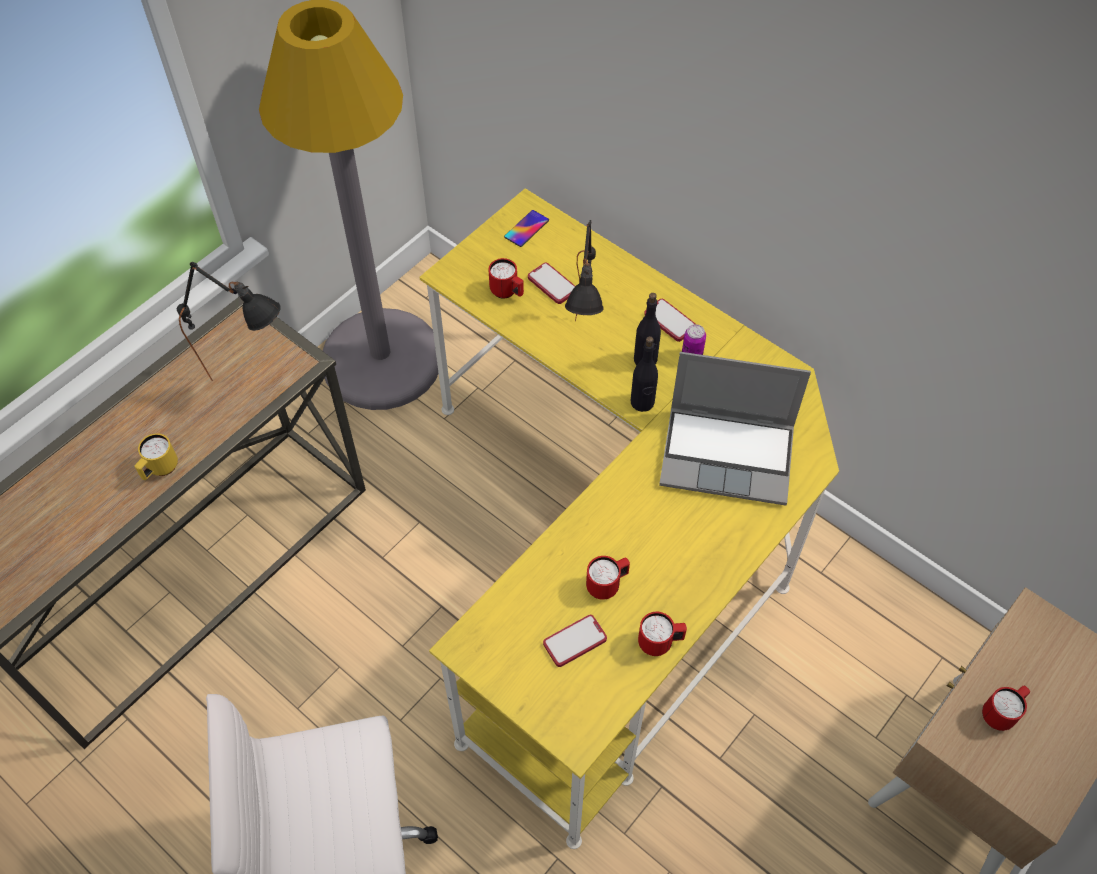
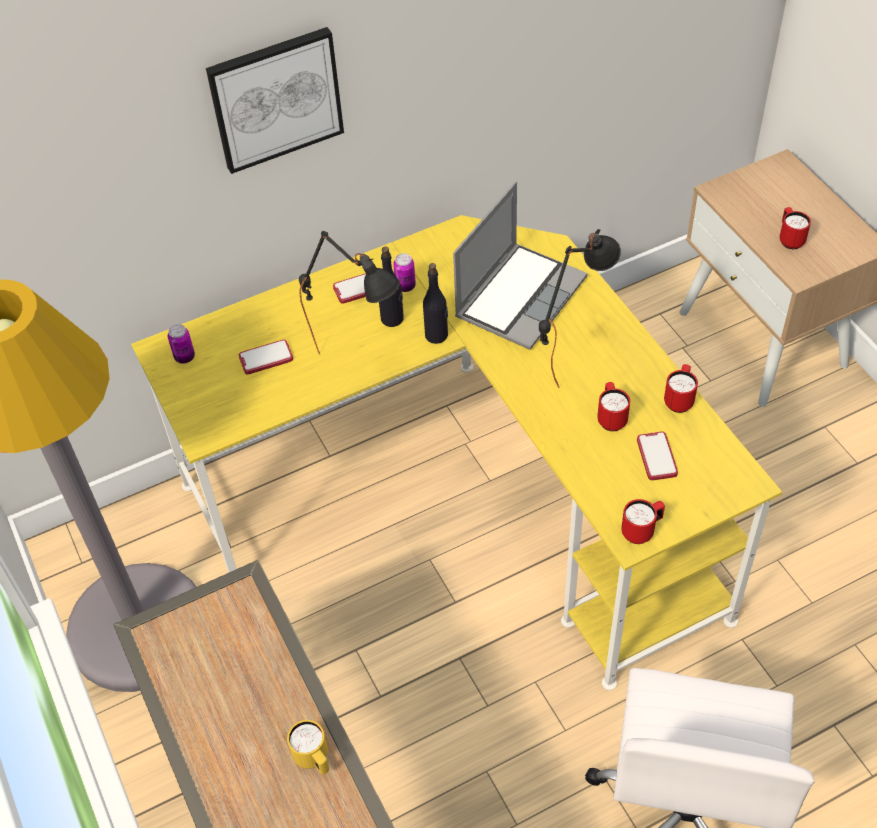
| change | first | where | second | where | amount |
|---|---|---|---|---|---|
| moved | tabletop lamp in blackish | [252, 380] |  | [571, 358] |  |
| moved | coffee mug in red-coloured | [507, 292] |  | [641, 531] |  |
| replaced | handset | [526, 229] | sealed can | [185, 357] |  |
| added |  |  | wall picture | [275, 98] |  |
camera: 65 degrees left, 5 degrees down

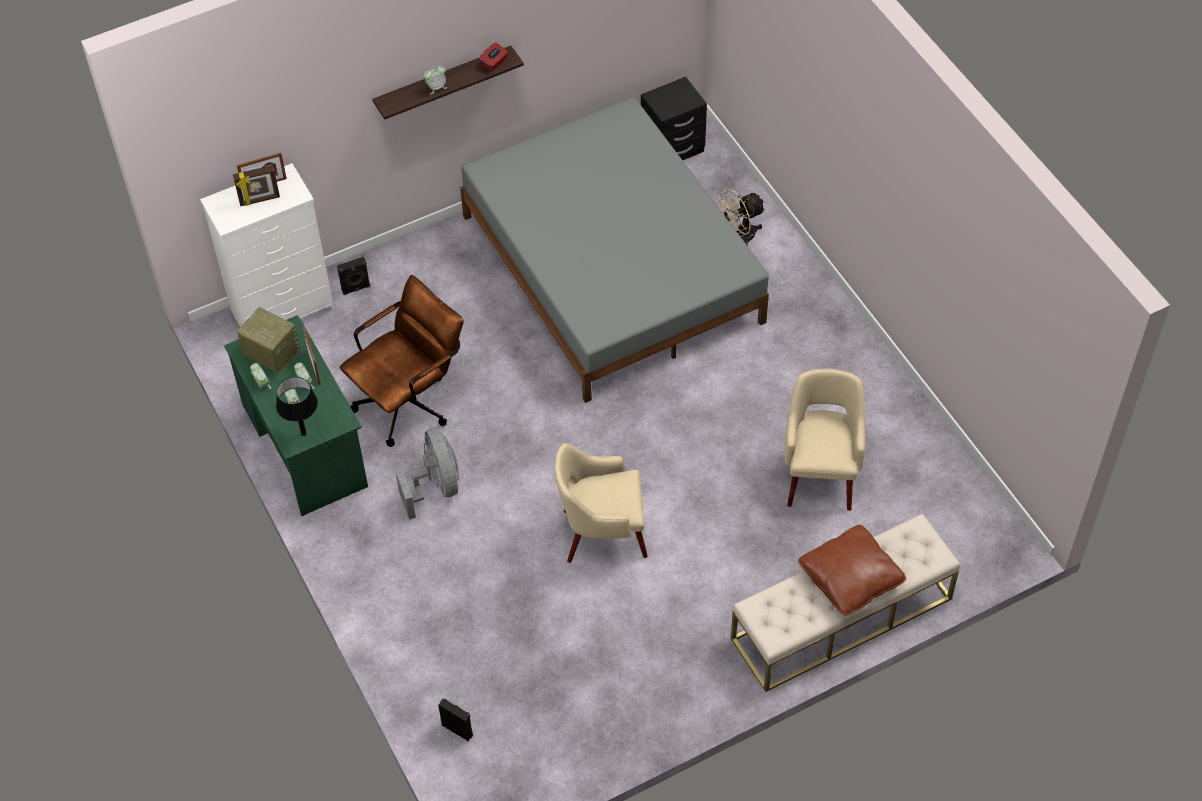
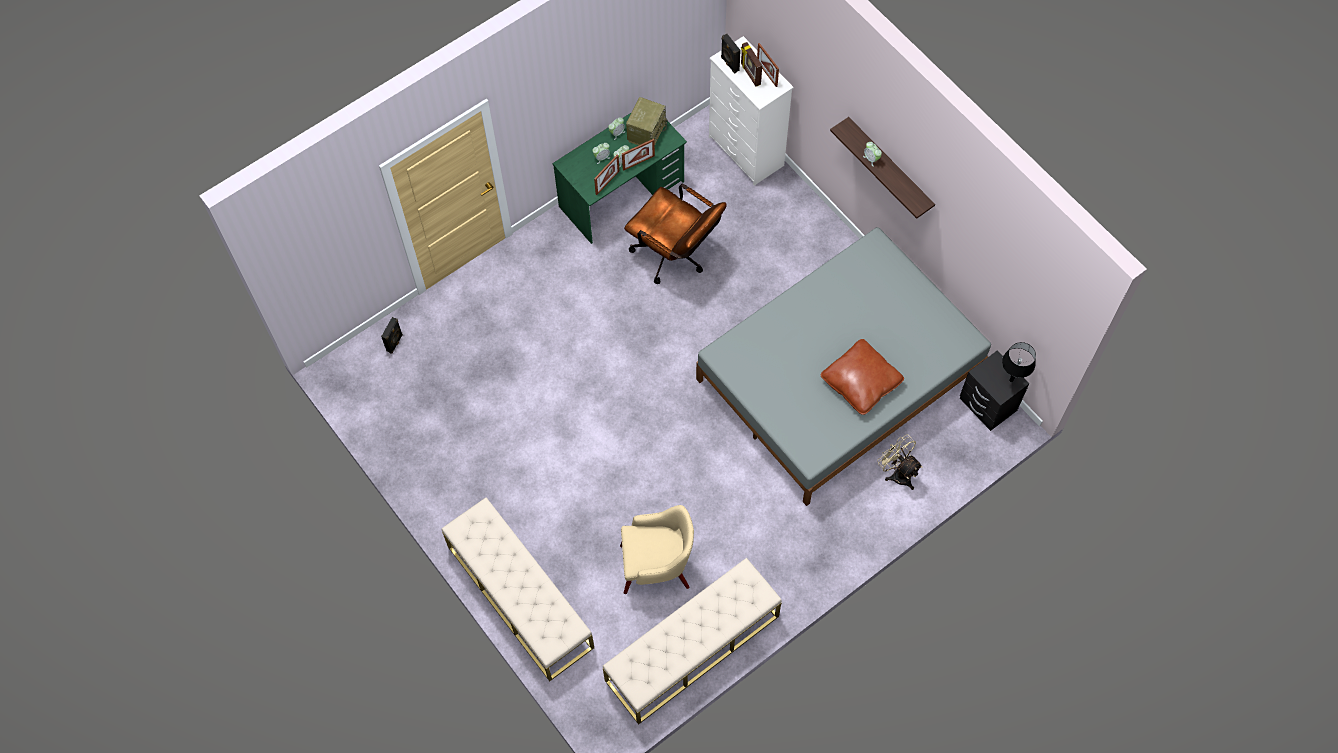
| change | first | where | second | where | amount |
|---|---|---|---|---|---|
| moved | tabletop lamp in blackish | [304, 433] |  | [1011, 380] |  |
| moved | speaker in blackish | [356, 289] |  | [729, 64] |  |
| removed | fan in greyish | [435, 486] |  |  |  |
| removed | box of tissues in red-coloured | [494, 63] |  |  |  |
| removed | easy chair in beige-coloured | [601, 533] |  |  |  |
| moved | throw pillow in brown | [850, 578] |  | [860, 382] |  |
| added |  |  | standing frame | [607, 182] |  |
| added |  |  | bench in beige-coloured | [692, 648] |  |
camera: 80 degrees right, 10 degrees up

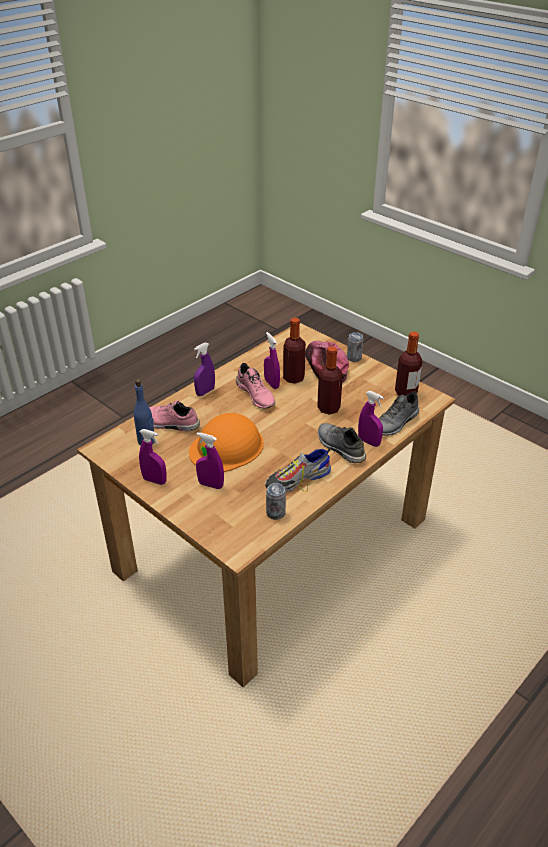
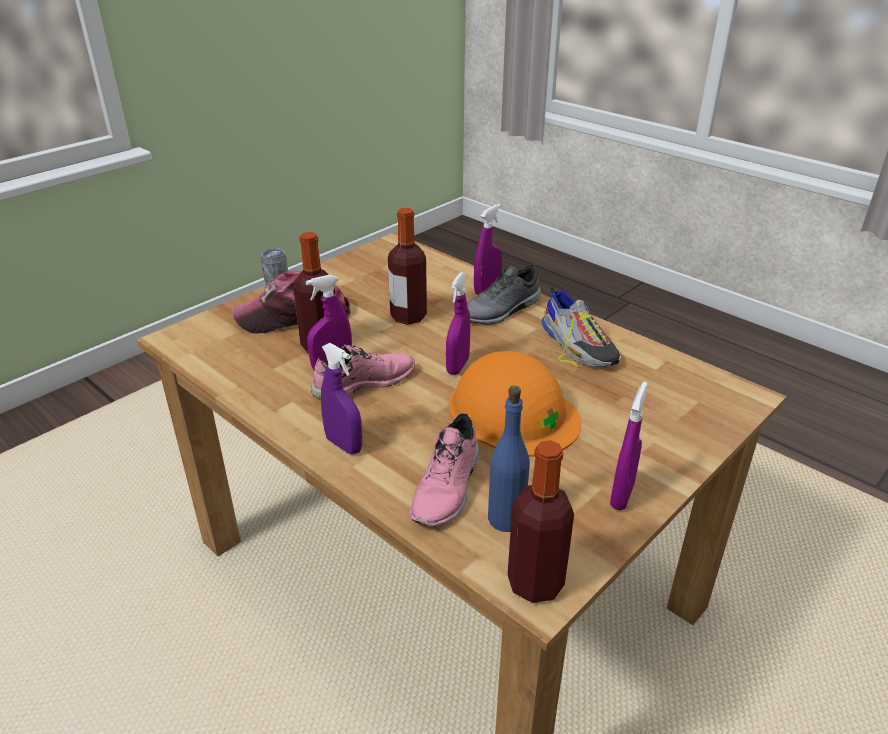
| change | first | where | second | where | amount |
|---|---|---|---|---|---|
| moved | hand sprayer in purple-coloured | [211, 485] |  | [457, 366] |  |
| removed | sealed can | [275, 513] |  |  |  |
| removed | shoe in greyish | [396, 423] |  |  |  |
| moved | drink bottle | [406, 393] |  | [535, 583] |  |
camera: 90 degrees left, 5 degrees down

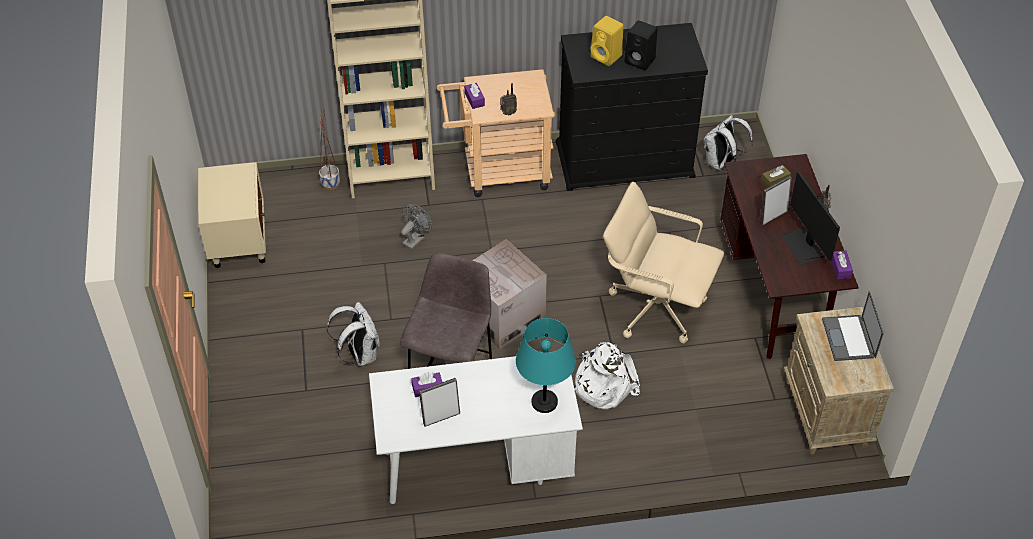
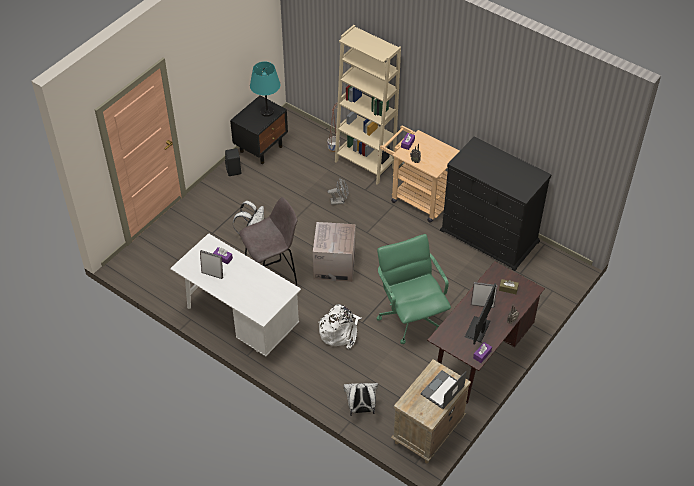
| change | first | where | second | where | amount |
|---|---|---|---|---|---|
| recoloured | bedside table in beige-coloured | [239, 244] | bedside table in blackish | [261, 148] |  |
| moved | tabletop lamp in turquoise-coloured | [544, 402] |  | [267, 112] |  |
| removed | speaker in yellow | [607, 56] |  |  |  |
| recoloured | desk chair in beige-coloured | [655, 307] | desk chair in green-coloured | [410, 317] |  |
| moved | speaker in blackish | [641, 61] |  | [234, 171] |  |
| moved | knapsack in white | [721, 163] |  | [361, 409] |  |
camera: 45 degrees right, 0 degrees up

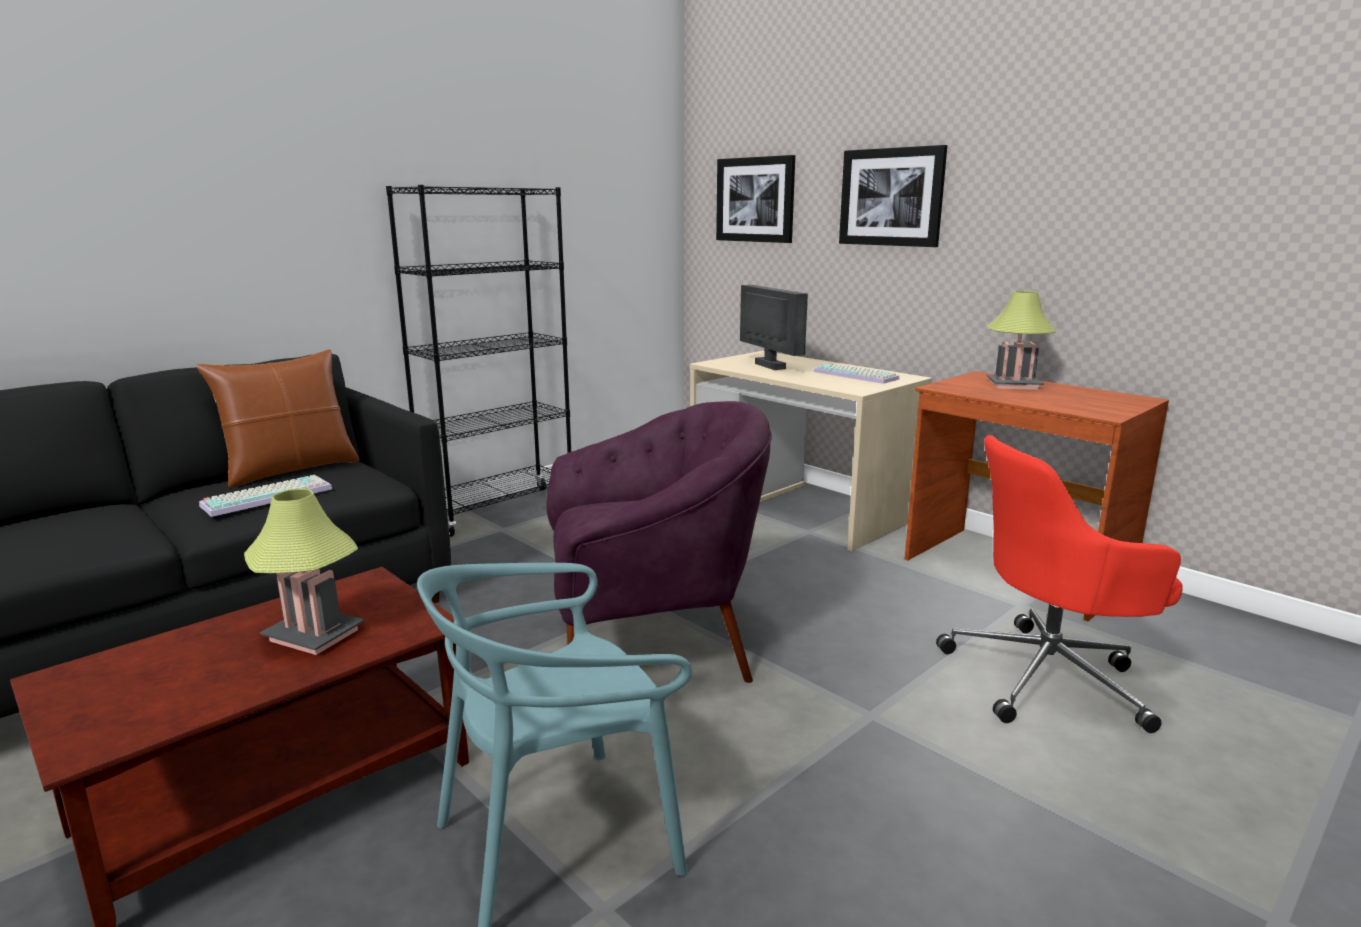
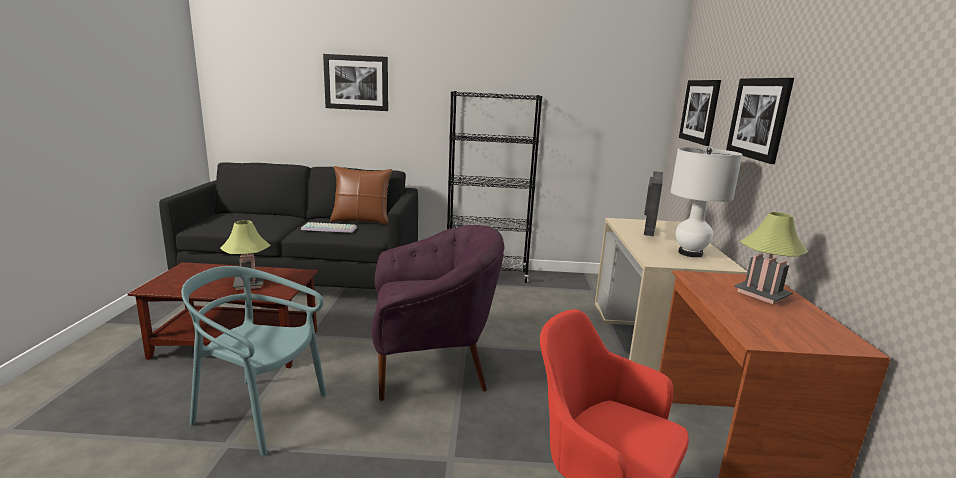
| change | first | where | second | where | amount |
|---|---|---|---|---|---|
| turned | easy chair in purple-coloured | [651, 642] |  | [430, 363] | 45 degrees counterclockwise |
| replaced | PC keyboard | [857, 375] | tabletop lamp in white | [690, 253] |  |
| added |  |  | wall picture | [356, 82] |  |
camera: 45 degrees right, 0 degrees up

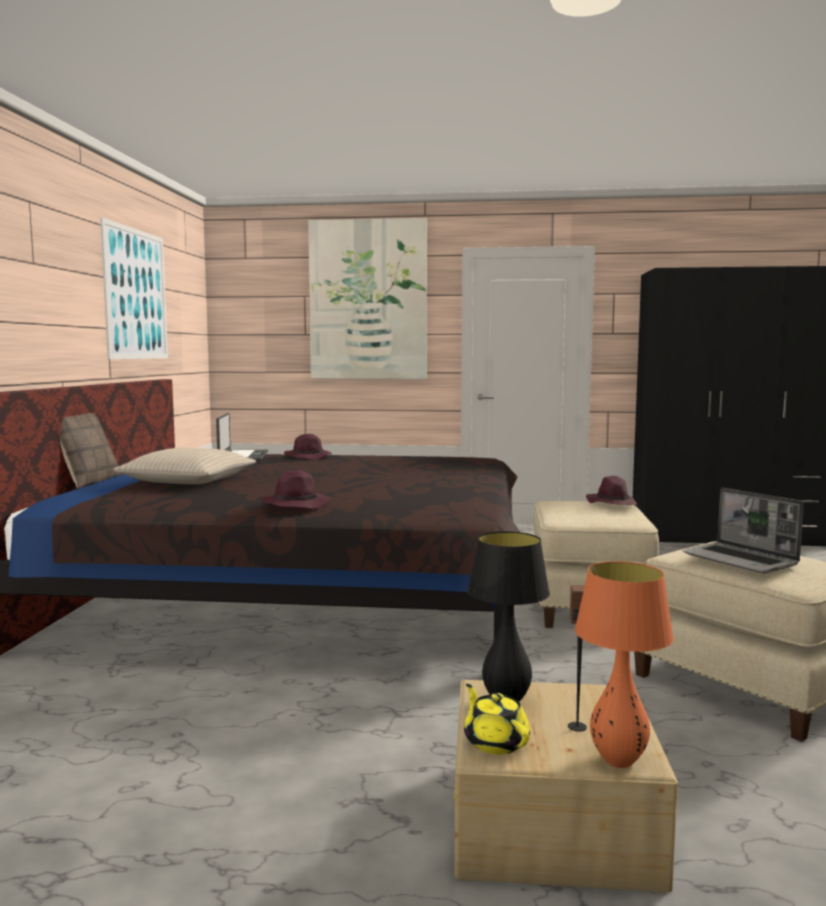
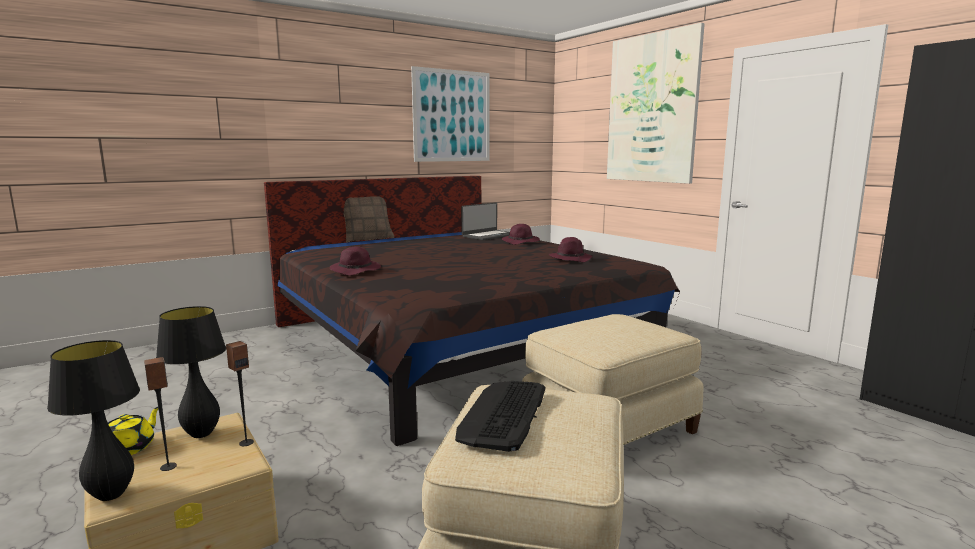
| change | first | where | second | where | amount |
|---|---|---|---|---|---|
| removed | throw pillow in beige-coloured | [188, 481] |  |  |  |
| recoloured | tabletop lamp in orange | [618, 761] | tabletop lamp in blackish | [110, 495] |  |
| moved | hat in purple-coloured | [611, 503] |  | [570, 259] |  |
| replaced | portable computer | [741, 560] | PC keyboard | [503, 414] |  |
| added |  |  | speaker | [246, 442] |  |
camera: 50 degrees right, 5 degrees up

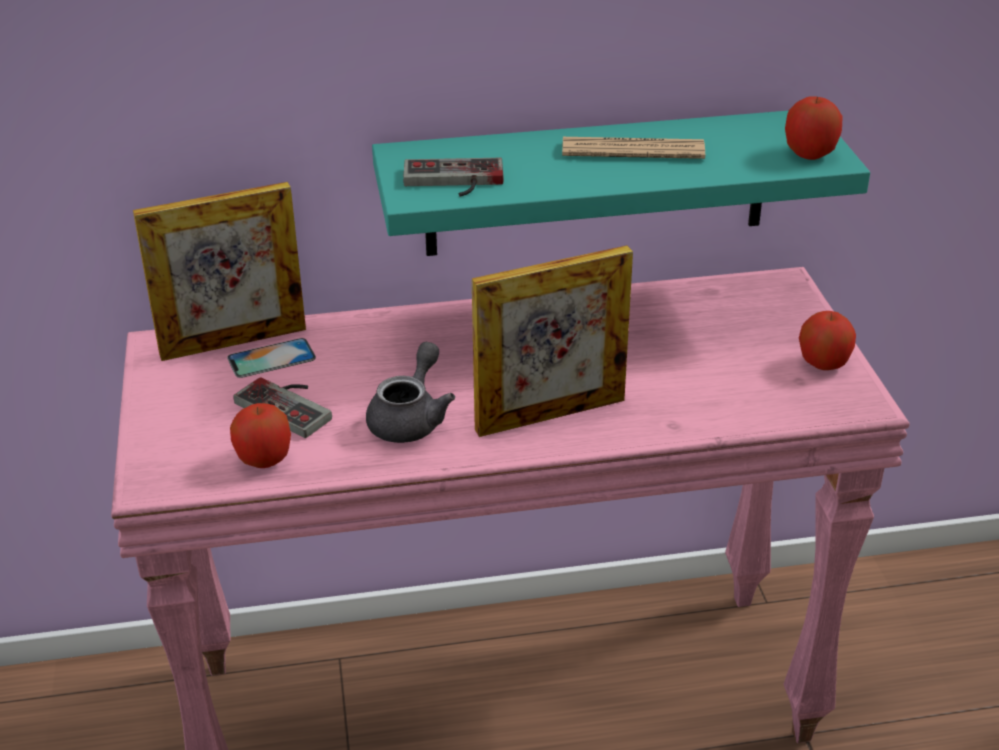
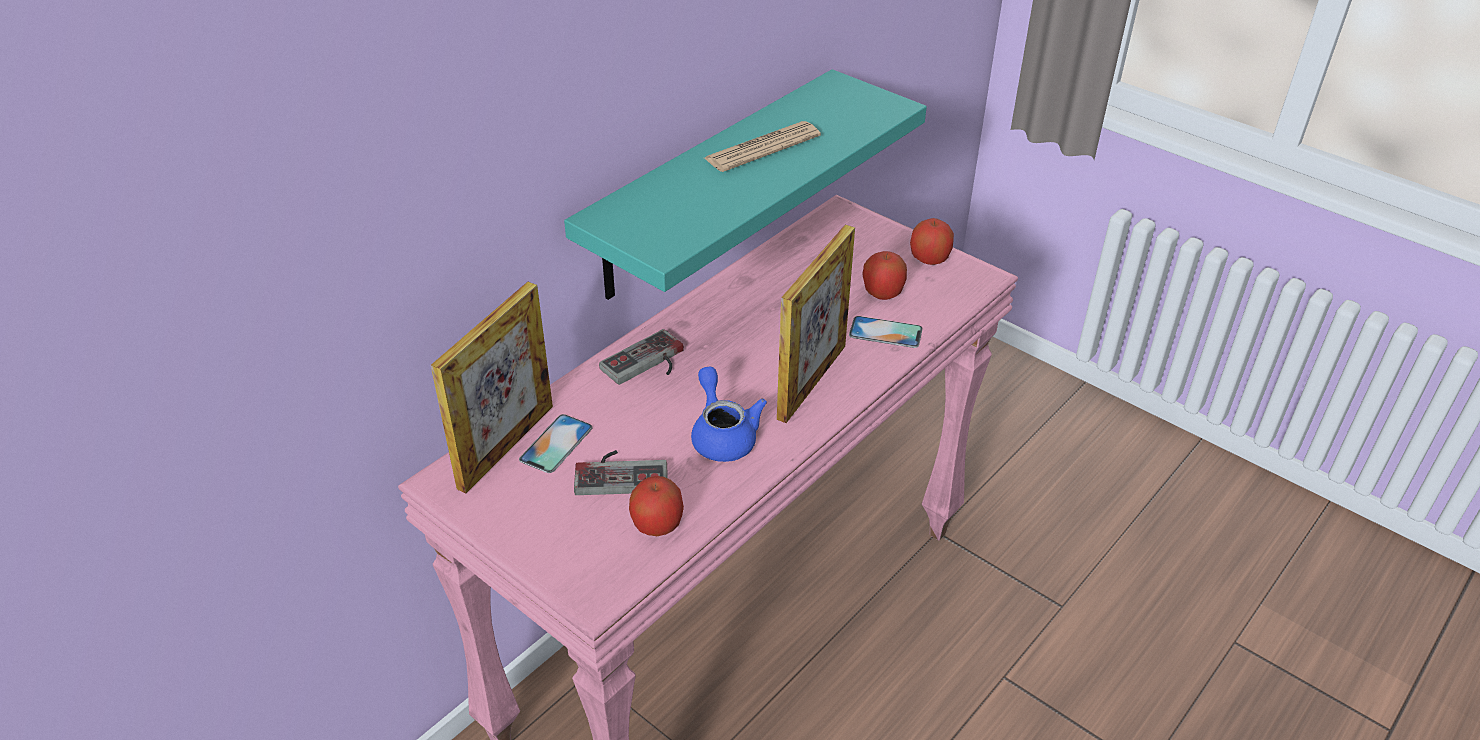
| change | first | where | second | where | amount |
|---|---|---|---|---|---|
| recoloured | pot for tea in greyish | [411, 418] | pot for tea in blue | [722, 435] |  |
| moved | gamepad | [453, 182] |  | [648, 364] |  |
| moved | apple fruit | [809, 153] |  | [882, 293] |  |
| added |  |  | handset | [885, 332] |  |
camera: 40 degrees left, 5 degrees up

